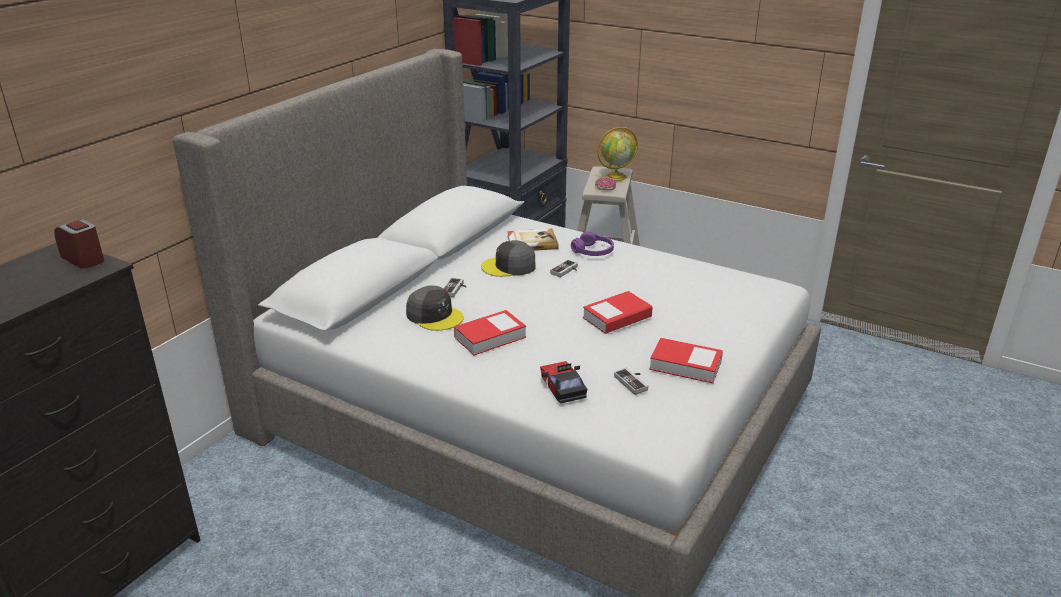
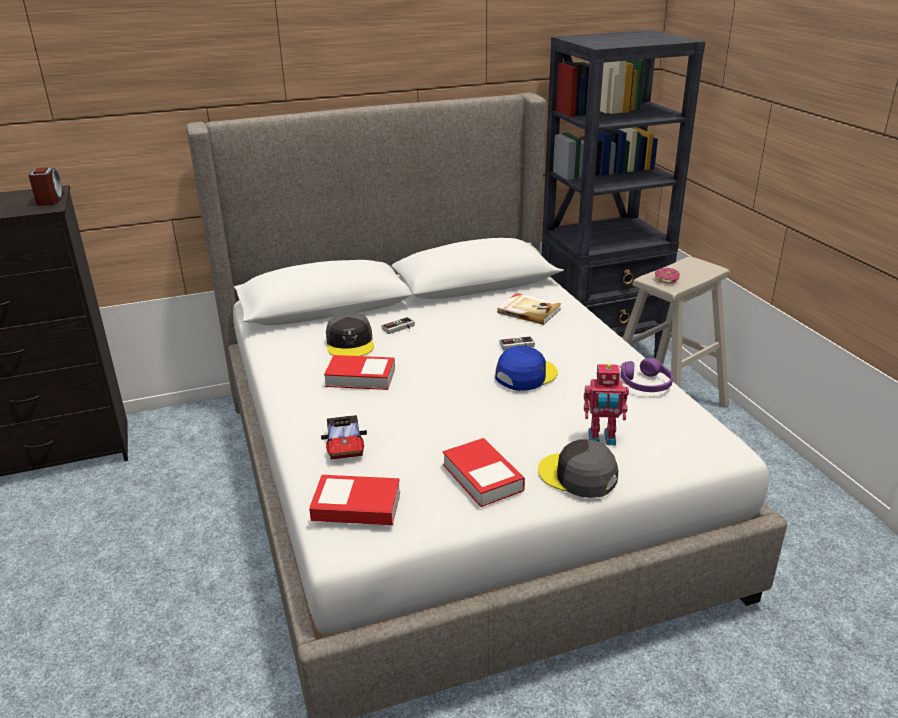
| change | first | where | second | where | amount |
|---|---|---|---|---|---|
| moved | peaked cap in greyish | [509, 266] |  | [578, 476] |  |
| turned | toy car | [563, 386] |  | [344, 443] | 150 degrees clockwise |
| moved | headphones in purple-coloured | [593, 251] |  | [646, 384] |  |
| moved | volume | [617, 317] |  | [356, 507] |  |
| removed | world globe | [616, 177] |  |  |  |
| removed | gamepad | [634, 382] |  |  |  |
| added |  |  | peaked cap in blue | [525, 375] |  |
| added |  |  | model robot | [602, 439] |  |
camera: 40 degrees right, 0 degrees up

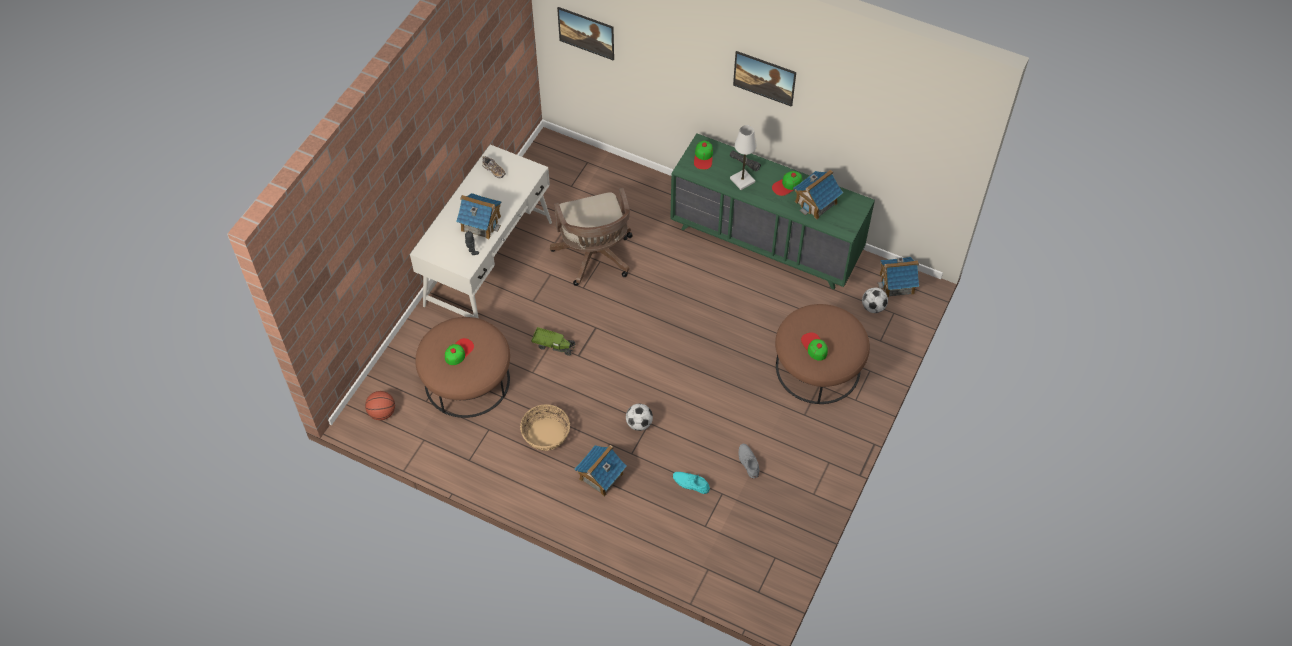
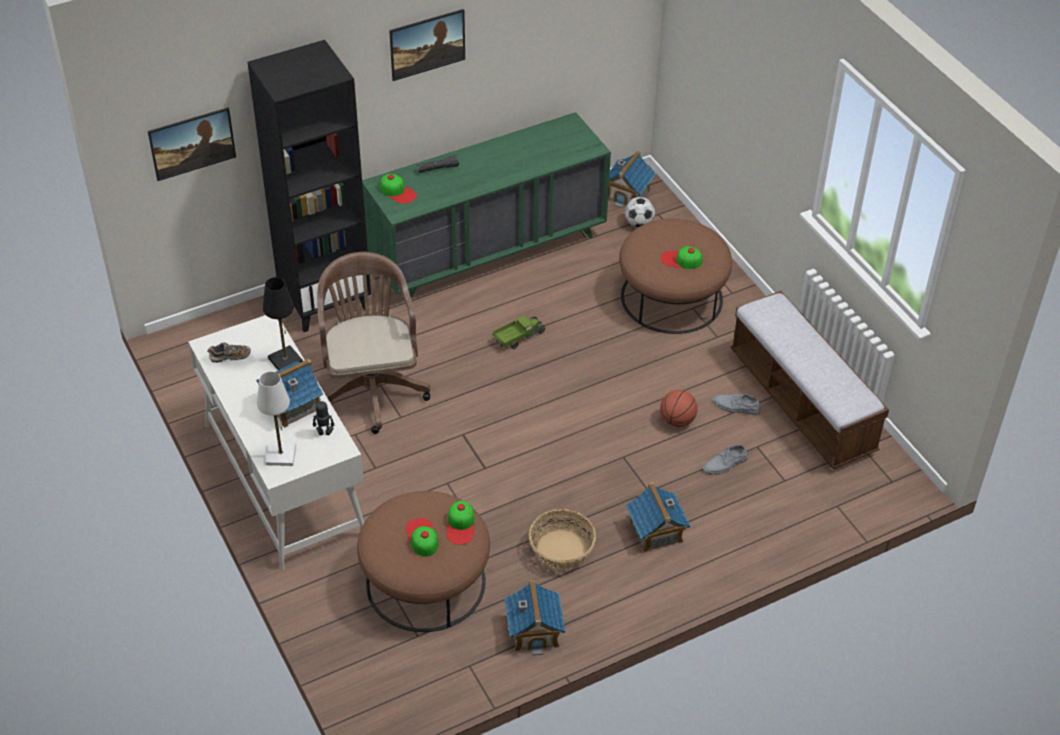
| change | first | where | second | where | amount |
|---|---|---|---|---|---|
| moved | ball for basketball | [382, 413] |  | [677, 421] |  |
| moved | model truck | [553, 345] |  | [519, 337] |  |
| turned | desk chair in brown | [595, 257] |  | [371, 386] | 120 degrees counterclockwise |
| removed | football | [639, 423] |  |  |  |
| recoloured | shoe in turquoise-coloured | [690, 483] | shoe in greyish | [725, 464] |  |
| moved | tabletop lamp in white | [742, 180] |  | [281, 455] |  |
| moved | peaked cap | [787, 185] |  | [461, 525] |  |
| moved | model house | [816, 202] |  | [534, 630] |  |
| added |  |  | shelving unit in blackish | [325, 302] |  |
| added |  |  | tabletop lamp in blackish | [285, 360] |  |
| added |  |  | bench | [801, 403] |  |
camera: 55 degrees left, 10 degrees down

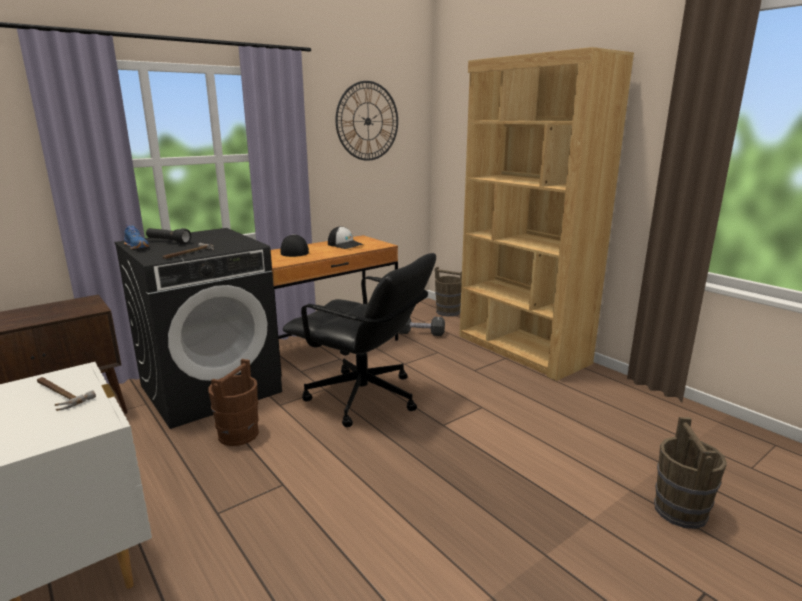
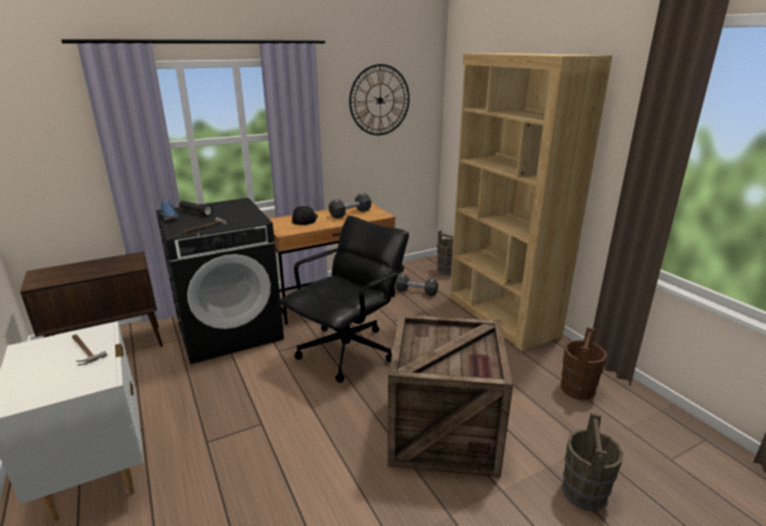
| change | first | where | second | where | amount |
|---|---|---|---|---|---|
| moved | water bucket in brown | [238, 434] |  | [577, 389] |  |
| turned | desk chair in blackish | [363, 398] |  | [348, 351] | 90 degrees counterclockwise |
| replaced | peaked cap | [345, 245] | hand weight in blackish | [350, 213] |  |
| added |  |  | packing crate | [445, 432] |  |
camera: 10 degrees right, 5 degrees up

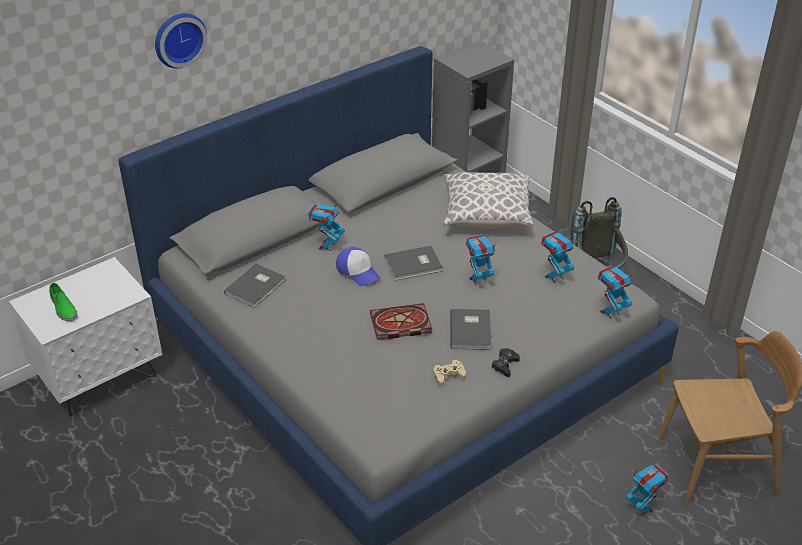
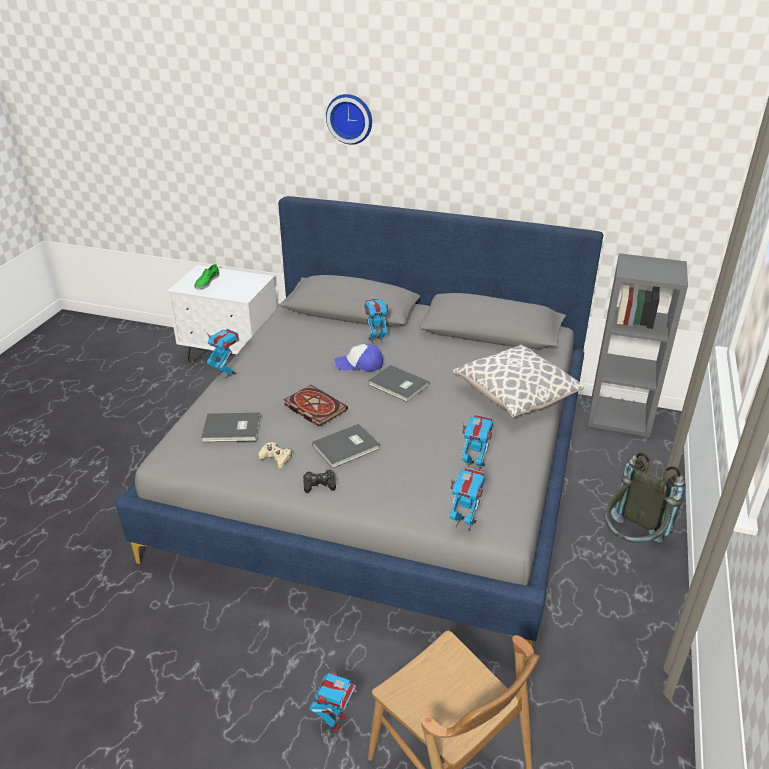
| change | first | where | second | where | amount |
|---|---|---|---|---|---|
| moved | volume in greyish | [257, 287] |  | [232, 430] |  |
| turned | peaked cap | [358, 271] |  | [359, 364] | 75 degrees clockwise |
| moved | model robot | [478, 280] |  | [226, 373] |  |
camera: 55 degrees right, 5 degrees down

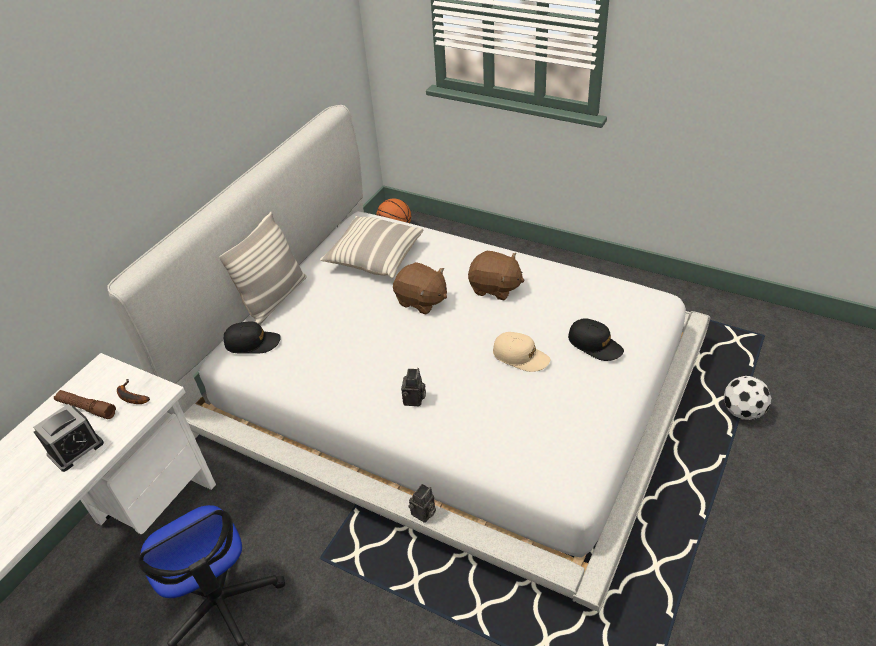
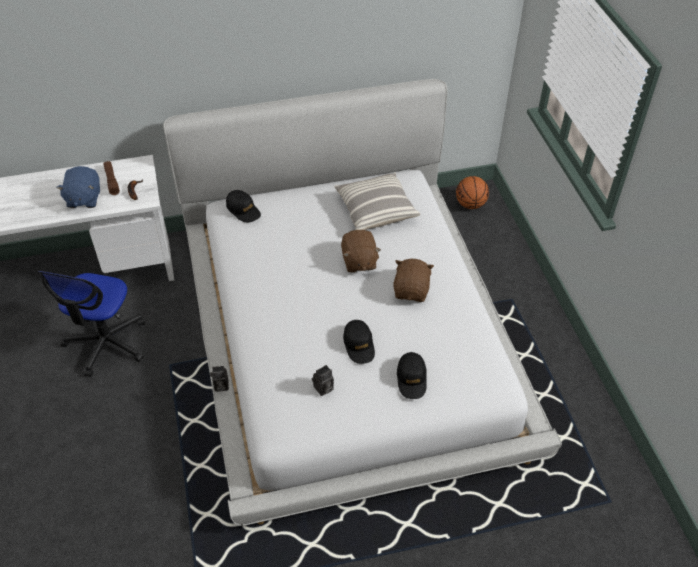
| change | first | where | second | where | amount |
|---|---|---|---|---|---|
| replaced | alarm clock | [76, 449] | plush toy in blue | [83, 199] |  |
| removed | throw pillow | [274, 299] |  |  |  |
| moved | photo camera | [414, 400] |  | [323, 389] |  |
| turned | plush toy in brown | [495, 288] |  | [411, 291] | 150 degrees counterclockwise |
| recoloured | peaked cap in beige-coloured | [521, 356] | peaked cap in blackish | [359, 345] |  |
| removed | football | [743, 412] |  |  |  |
camera: 45 degrees right, 5 degrees up

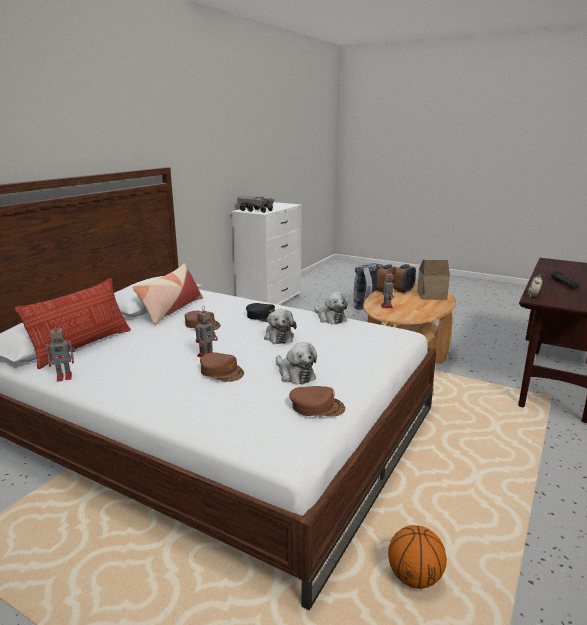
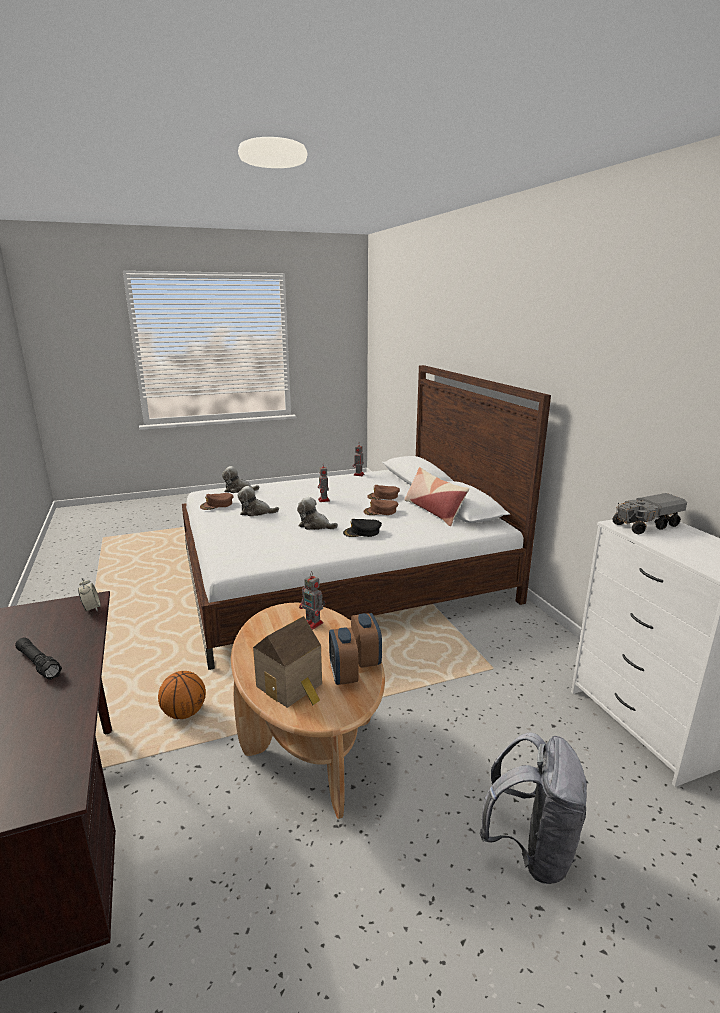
| change | first | where | second | where | amount |
|---|---|---|---|---|---|
| removed | throw pillow | [82, 346] |  |  |  |
| moved | peaked cap in brown | [222, 371] |  | [383, 496] |  |
| moved | plush toy | [330, 318] |  | [238, 490] |  |
| moved | ball for basketball | [414, 577] |  | [184, 713] |  |
camera: 130 degrees right, 0 degrees up

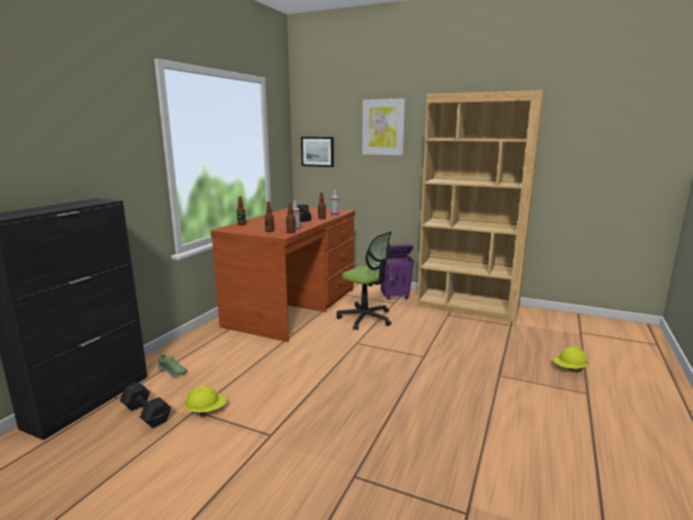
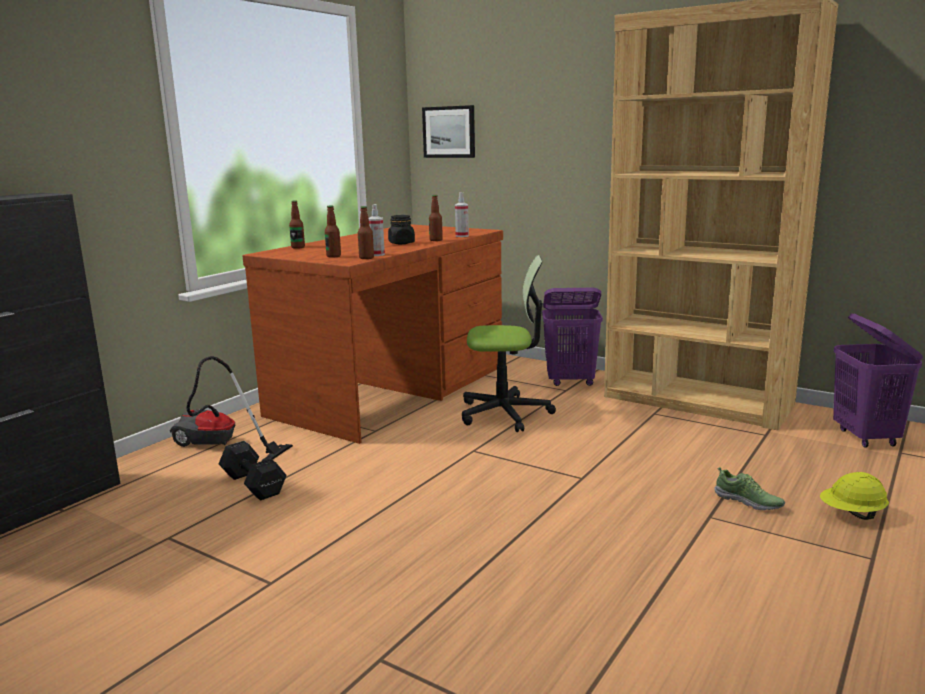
| change | first | where | second | where | amount |
|---|---|---|---|---|---|
| moved | hand weight in blackish | [146, 413] |  | [253, 484] |  |
| moved | shoe | [173, 371] |  | [748, 502] |  |
| removed | safety helmet in yellow | [206, 411] |  |  |  |
| turned | desk chair | [365, 318] |  | [505, 413] | 45 degrees counterclockwise |
| removed | wall picture | [383, 127] |  |  |  |
| added |  |  | hoover | [218, 446] |  |
| added |  |  | laundry basket in purple-coloured | [866, 437] |  |
camera: 10 degrees right, 0 degrees up

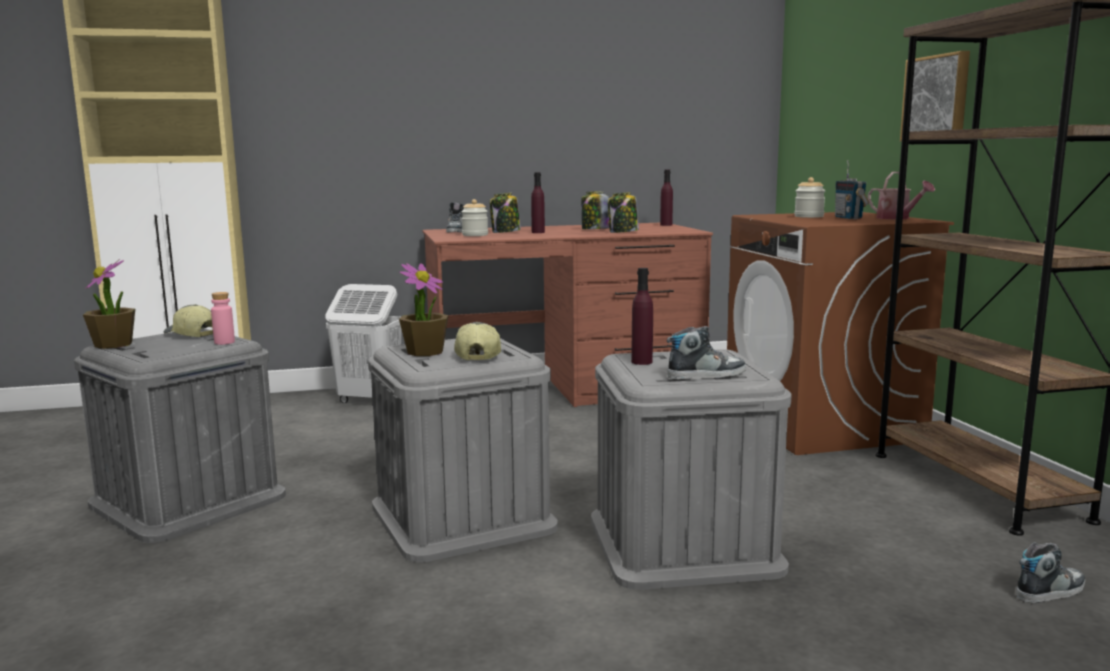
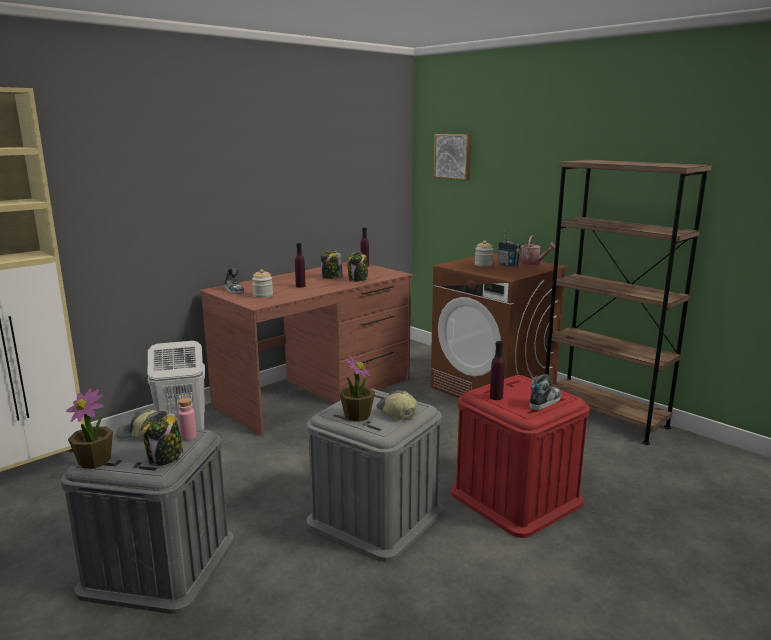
| change | first | where | second | where | amount |
|---|---|---|---|---|---|
| moved | storage jar | [505, 232] |  | [165, 458] |  |
| recoloured | storage bin in greyish | [683, 543] | storage bin in red-coloured | [516, 497] |  |
| moved | wall picture | [937, 98] |  | [453, 156] |  |
| removed | shoe | [1050, 591] |  |  |  |
camera: 30 degrees left, 5 degrees up

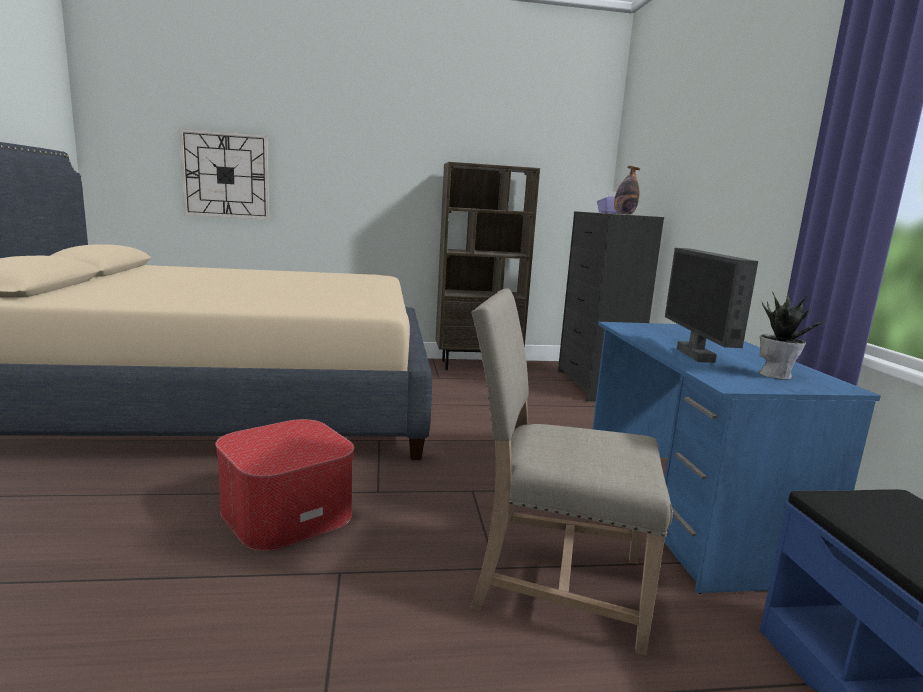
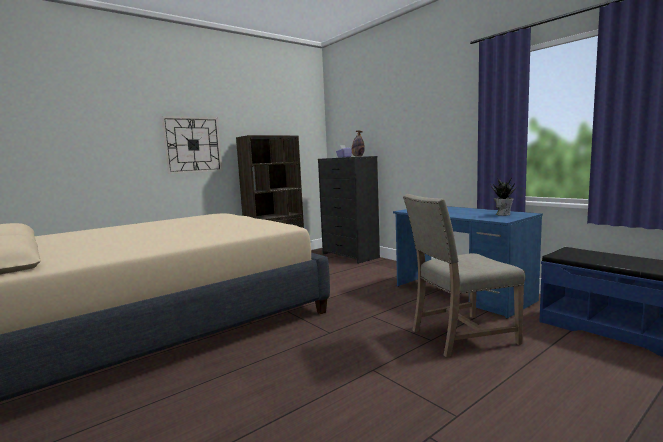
| change | first | where | second | where | amount |
|---|---|---|---|---|---|
| moved | wall clock | [226, 175] |  | [193, 145] |  |
| removed | pouffe | [287, 512] |  |  |  |
| removed | monitor | [697, 355] |  |  |  |
camera: 30 degrees left, 5 degrees down

